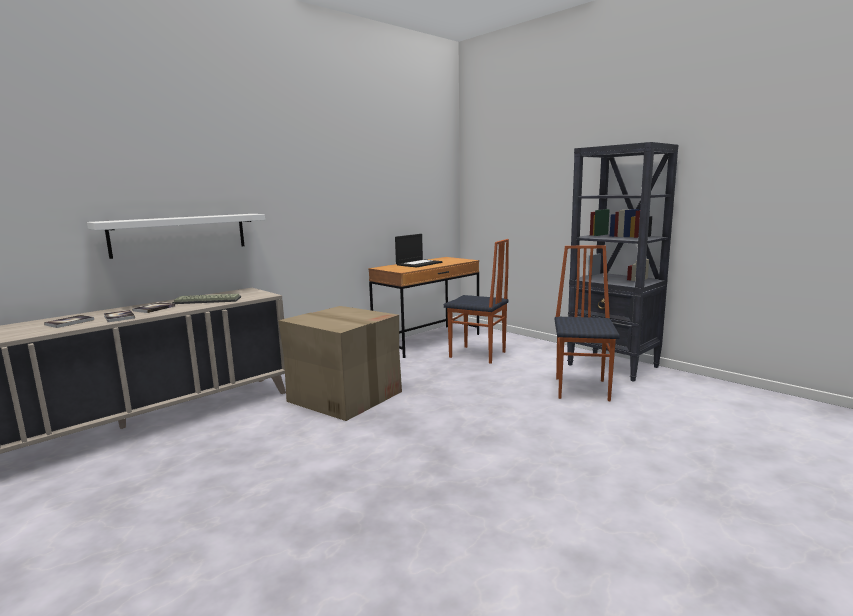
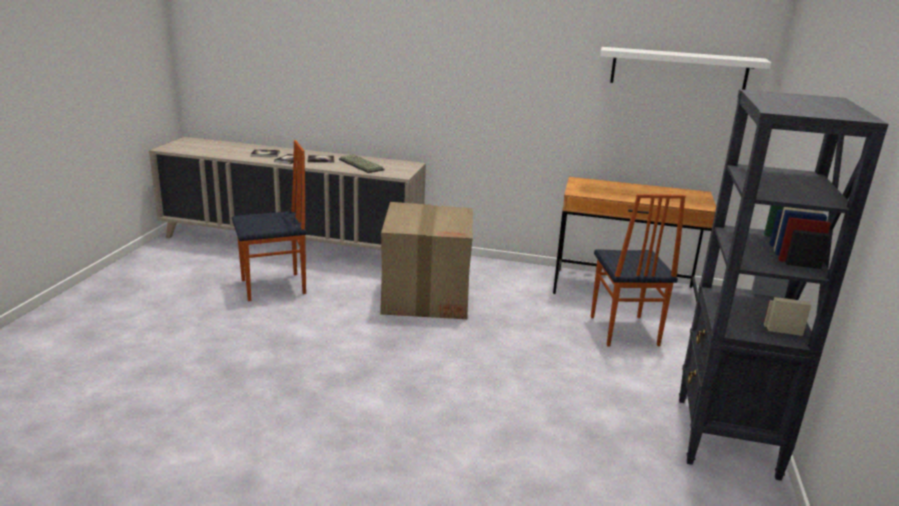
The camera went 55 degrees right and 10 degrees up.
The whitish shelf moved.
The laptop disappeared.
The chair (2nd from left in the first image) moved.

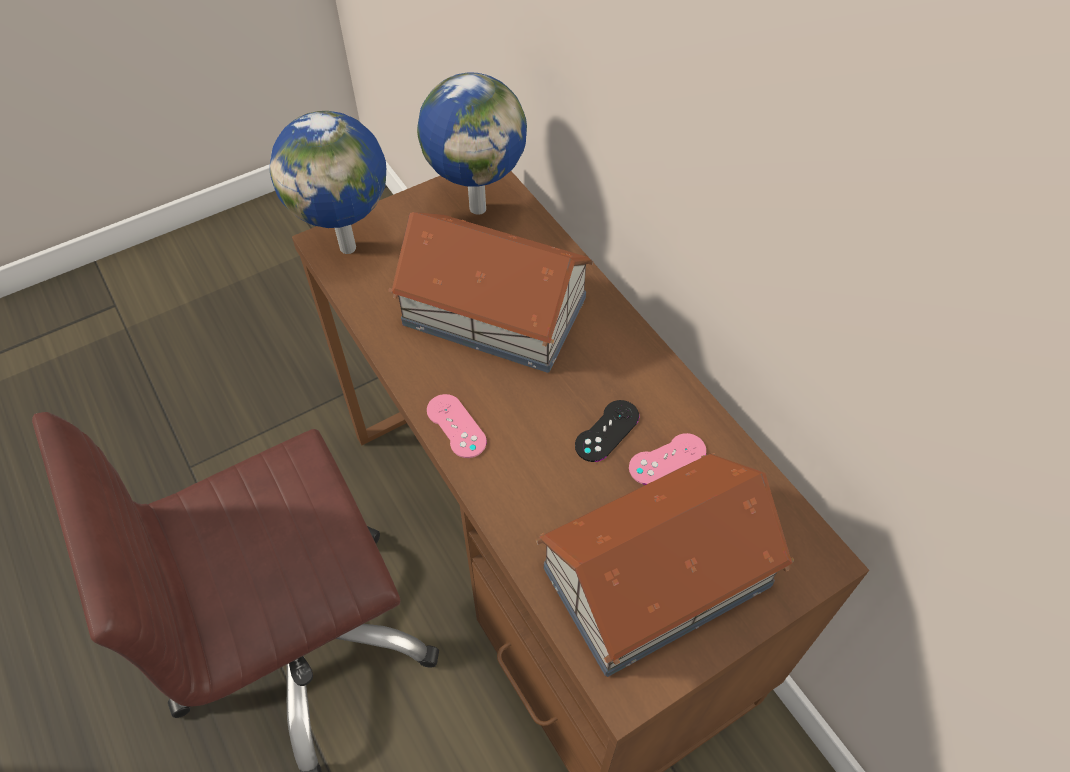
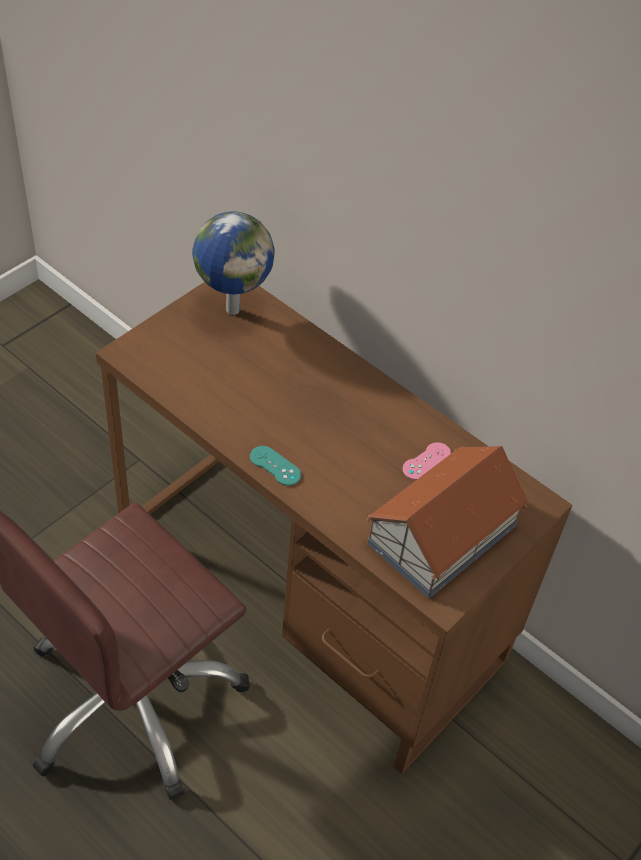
The camera went 20 degrees left and 5 degrees down.
The desk globe (1st from left) disappeared.
The model house (1st from left) disappeared.
The pink-coloured game controller (1st from left) became the turquoise game controller.
The black-coloured game controller disappeared.

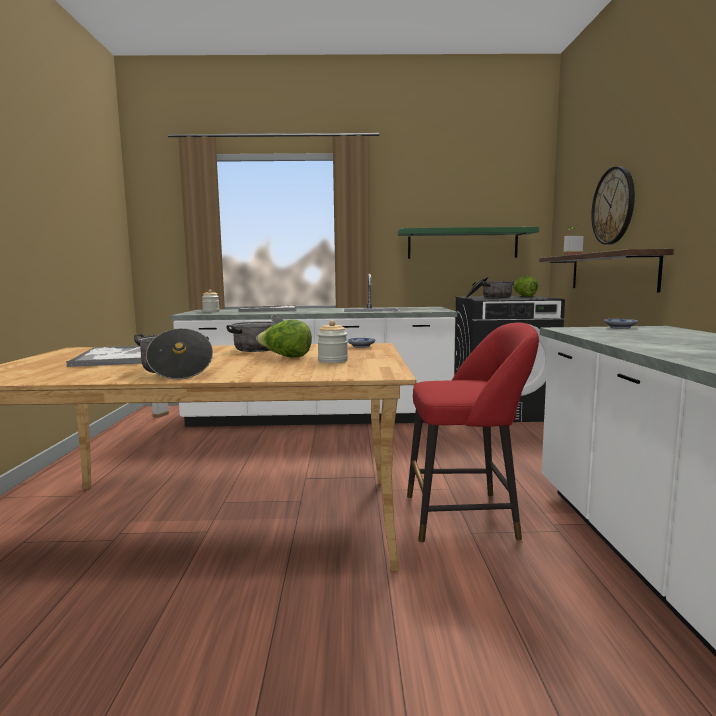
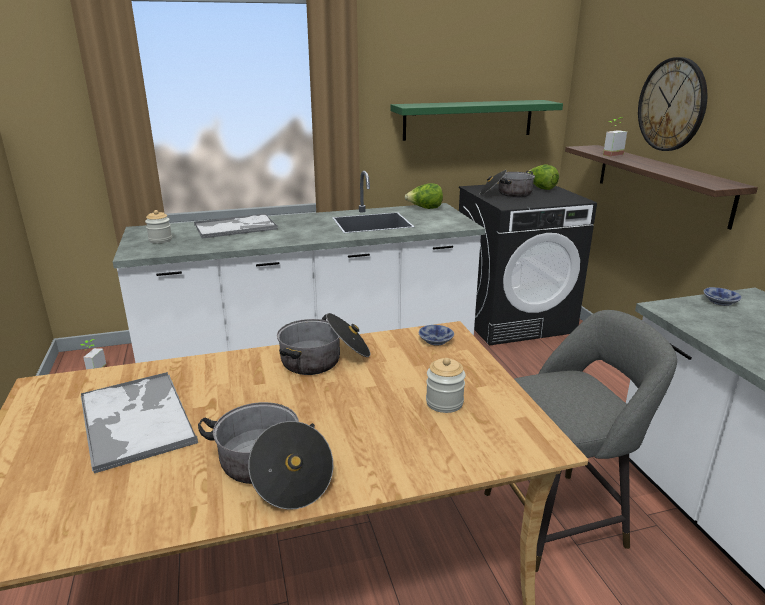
The camera went 15 degrees left and 15 degrees up.
The lettuce head (1st from left) moved.
The red stool became the grey stool.

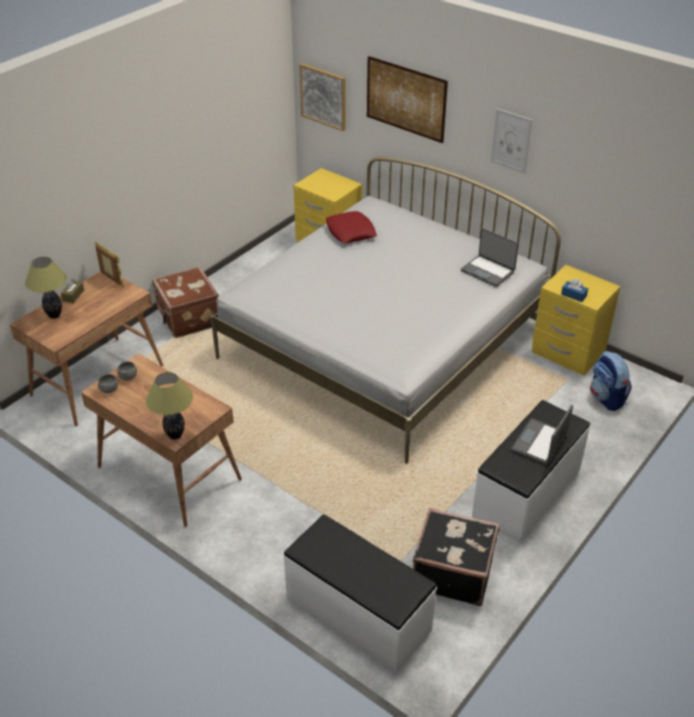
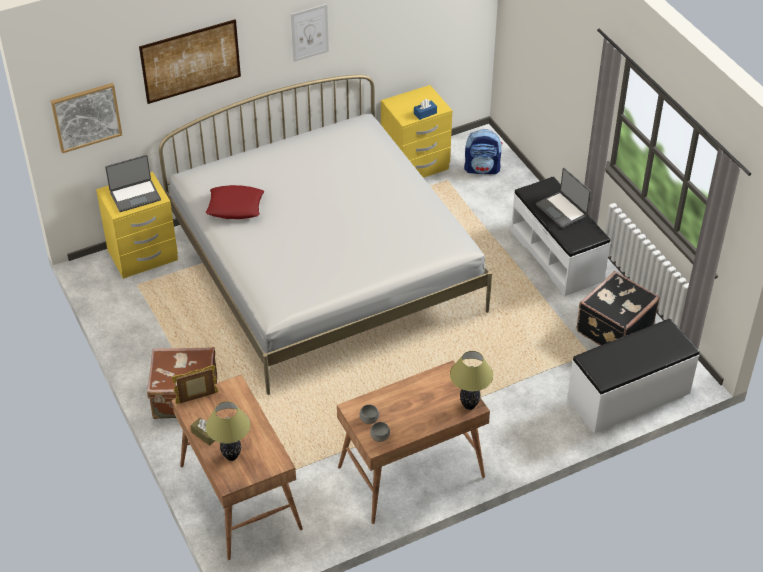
The camera went 65 degrees left and 5 degrees up.
The laptop (1st from left) moved.

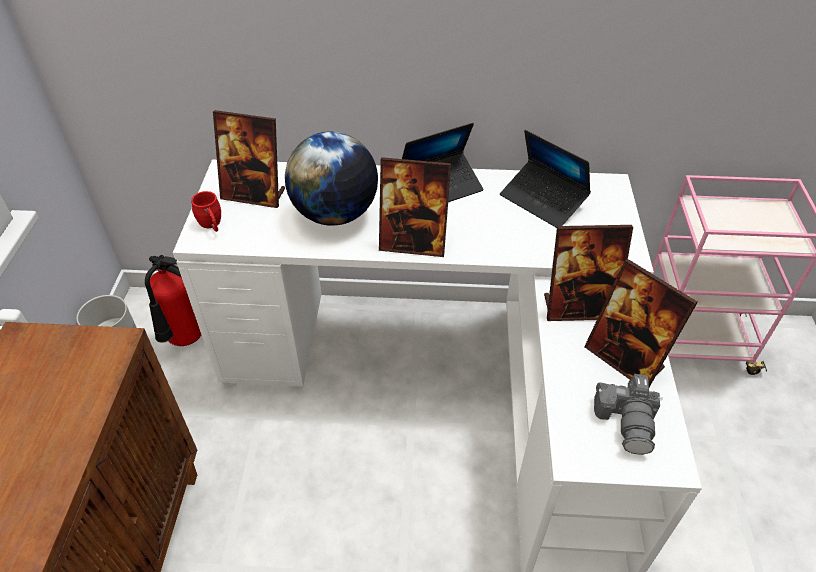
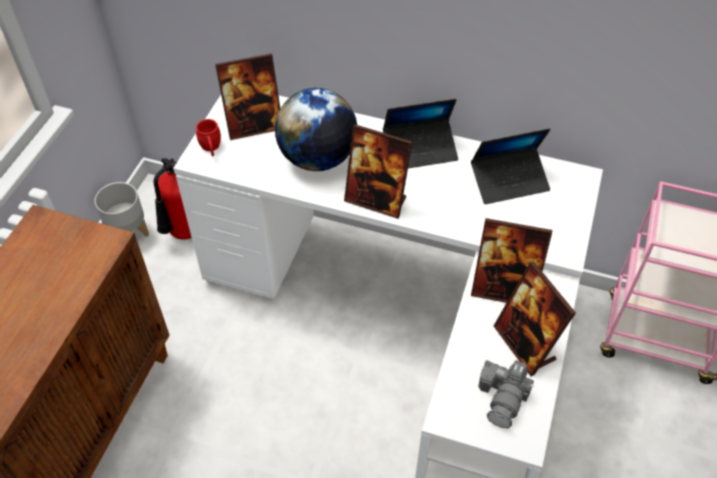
The camera went 15 degrees right and 5 degrees up.
The photo frame (1st from left) turned 45 degrees counterclockwise.
The laptop (2nd from left) turned 75 degrees counterclockwise.

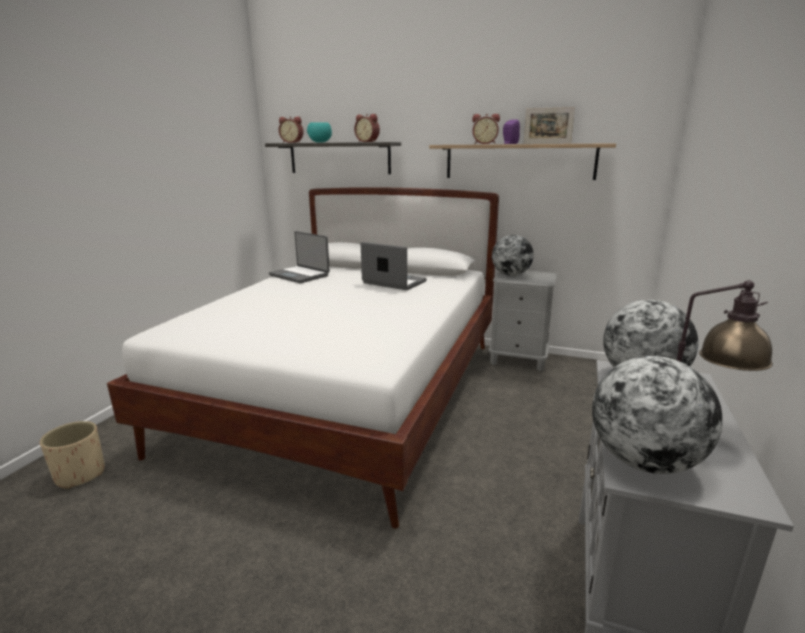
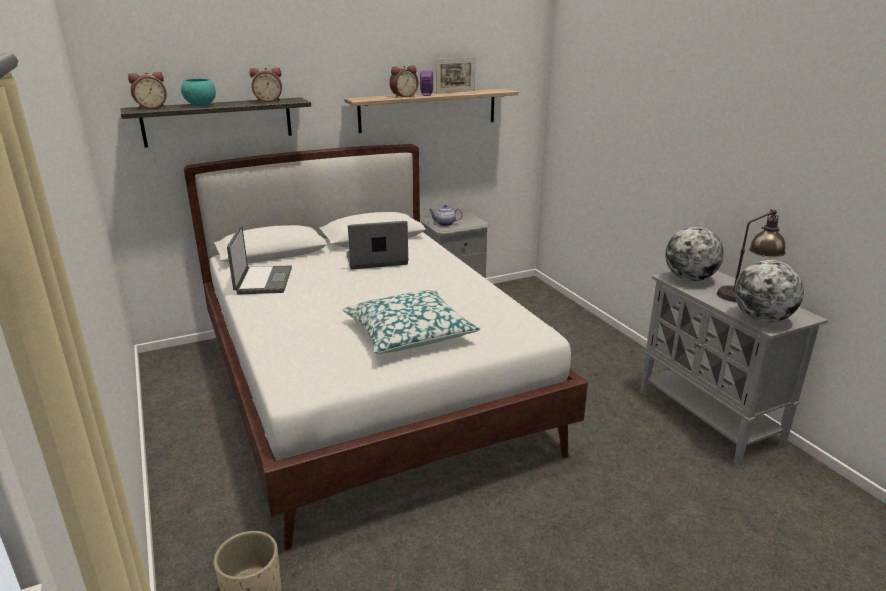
The camera went 45 degrees left and 5 degrees up.
The laptop (1st from left) turned 90 degrees counterclockwise.
The desk globe (1st from left) was replaced by the teapot.
The throw pillow appeared.

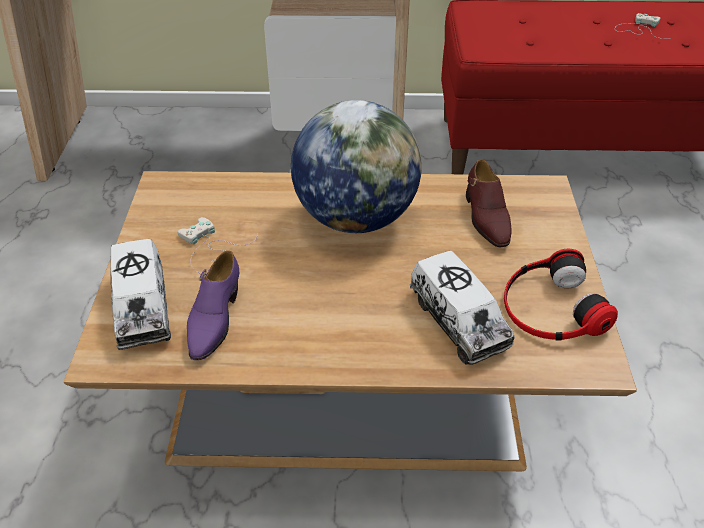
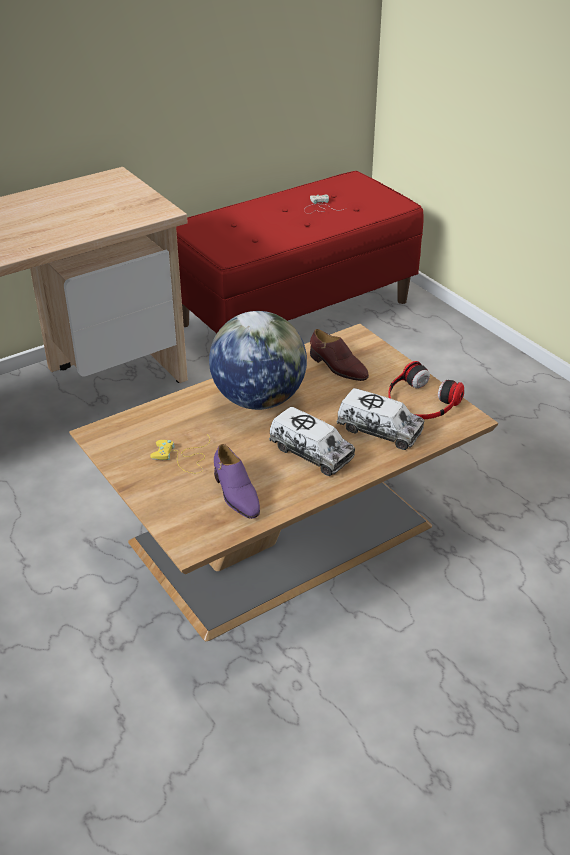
The camera went 35 degrees left and 5 degrees down.
The whitish game controller (1st from left) became the yellow-coloured game controller.
The toy lorry (1st from left) moved.

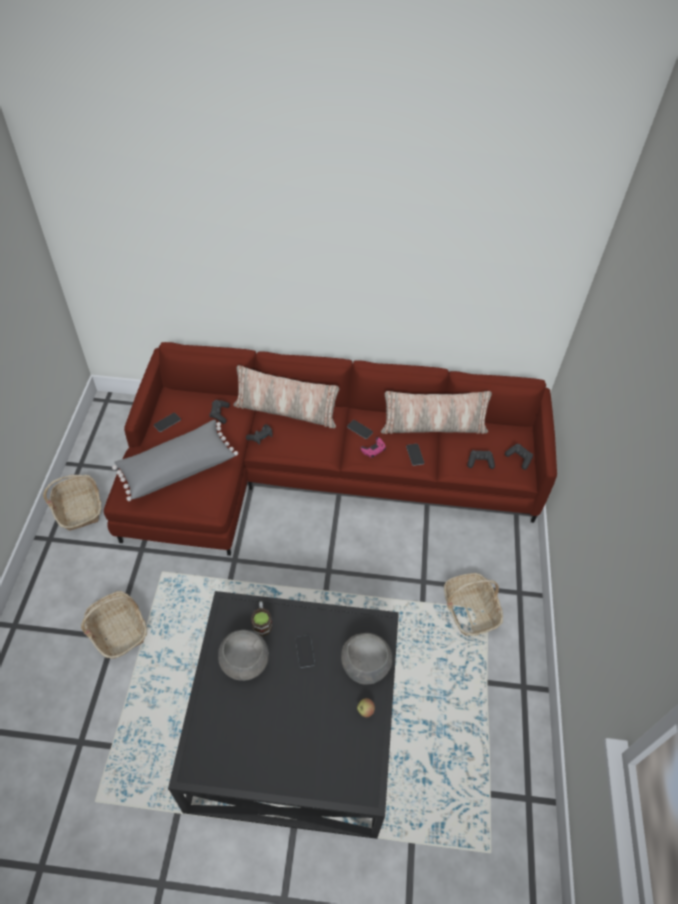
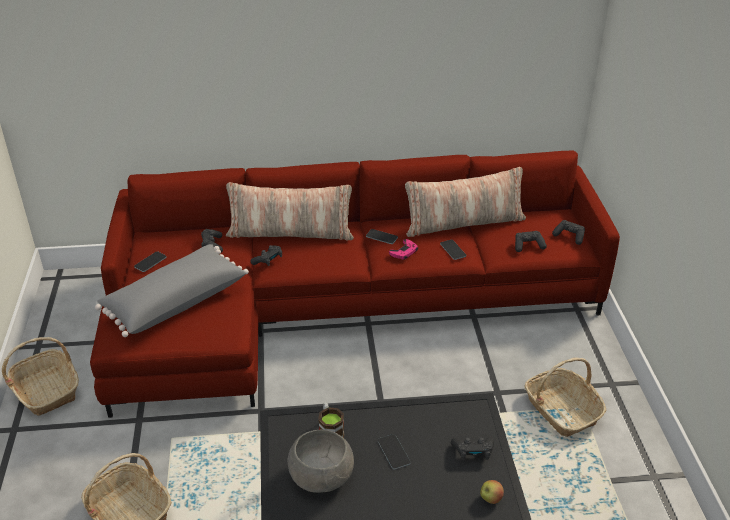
The camera went 10 degrees left and 15 degrees down.
The grey serving bowl (2nd from left) was replaced by the black-coloured game controller (3rd from left).

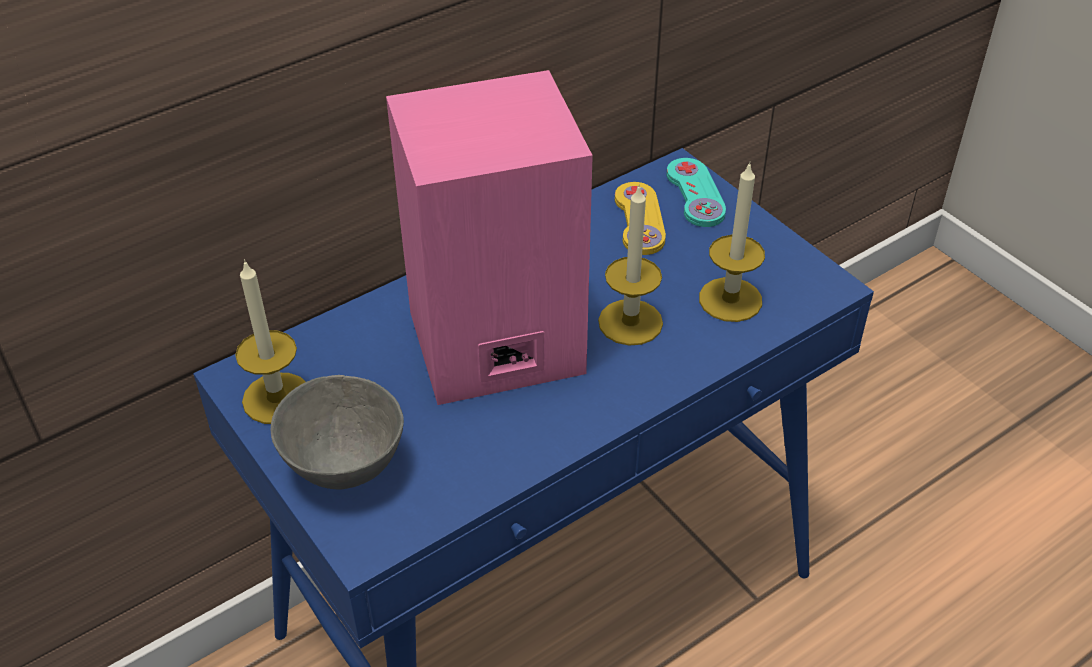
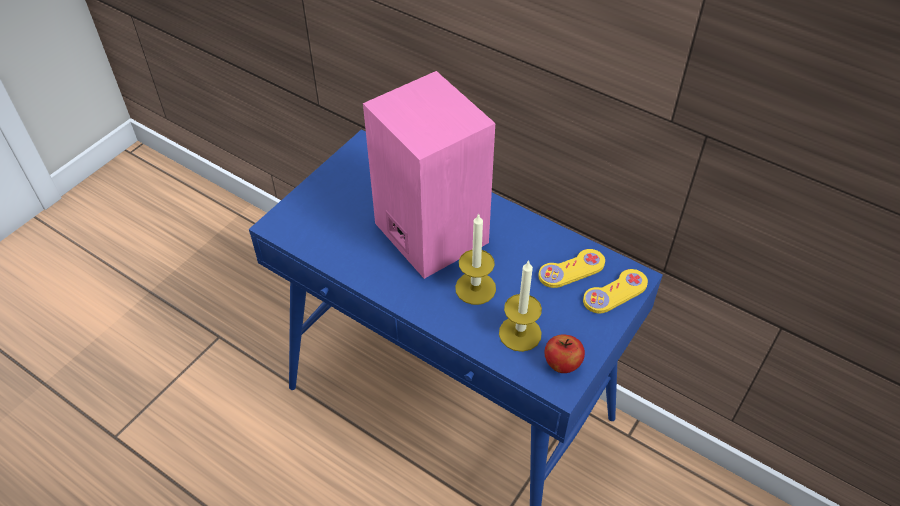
The camera went 70 degrees right and 5 degrees up.
The turquoise game controller became the yellow-coloured game controller (2nd from left).
The candle (1st from left) disappeared.
The grey serving bowl disappeared.
The apple appeared.

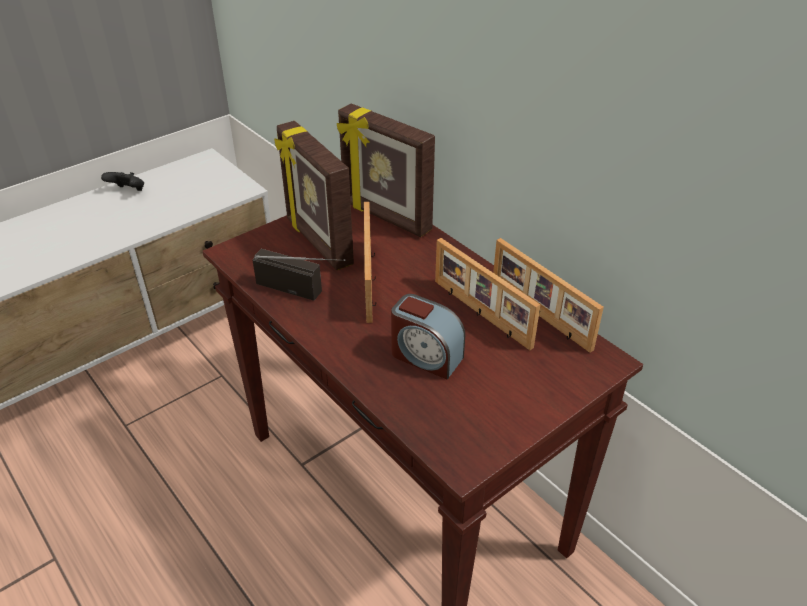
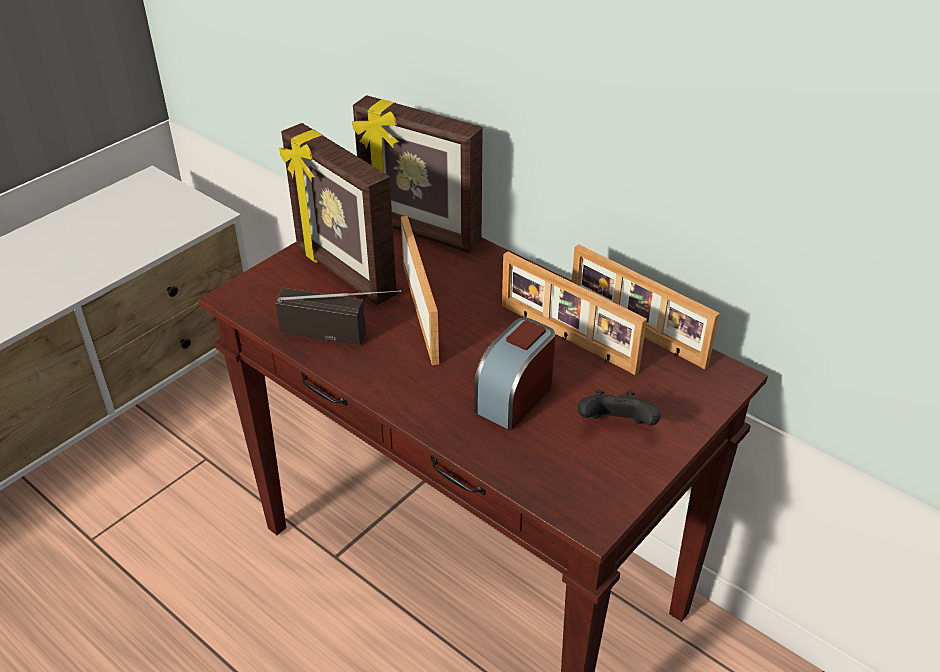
The camera went 10 degrees left and 0 degrees up.
The black-coloured game controller moved.
The table clock turned 105 degrees clockwise.

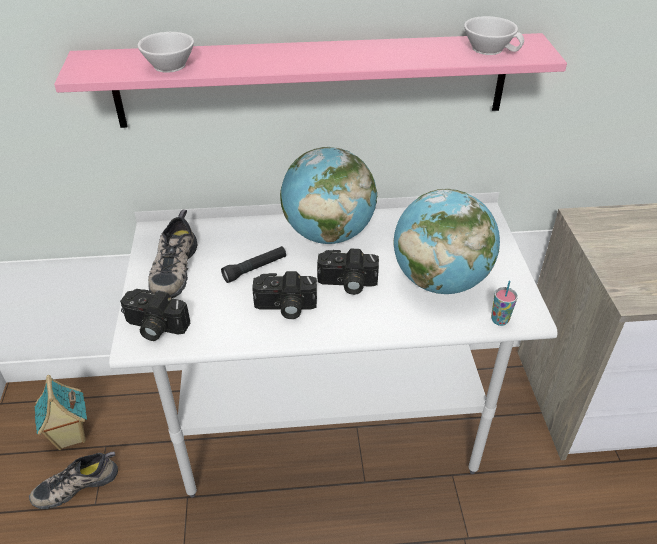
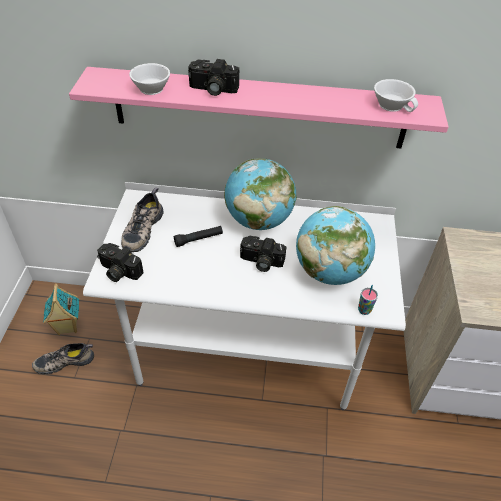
The camera went 10 degrees right and 5 degrees up.
The photo camera (2nd from left) moved.

